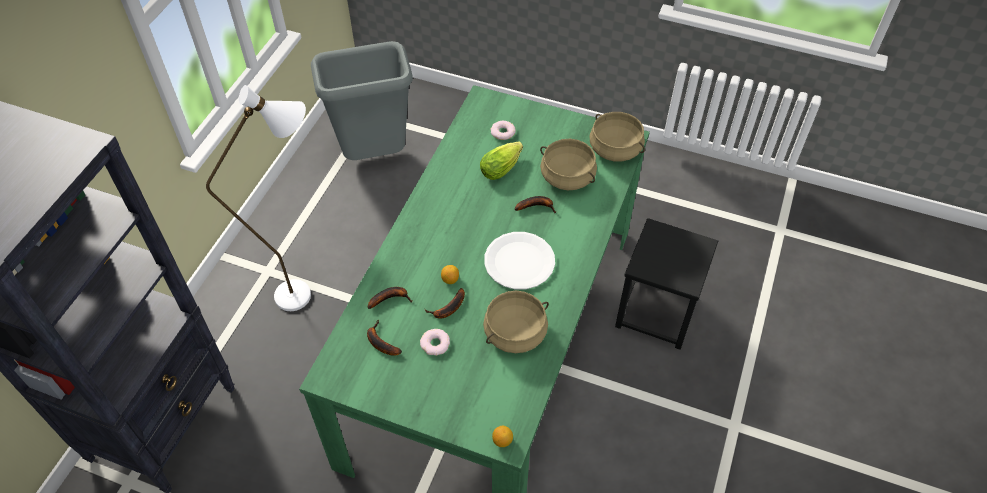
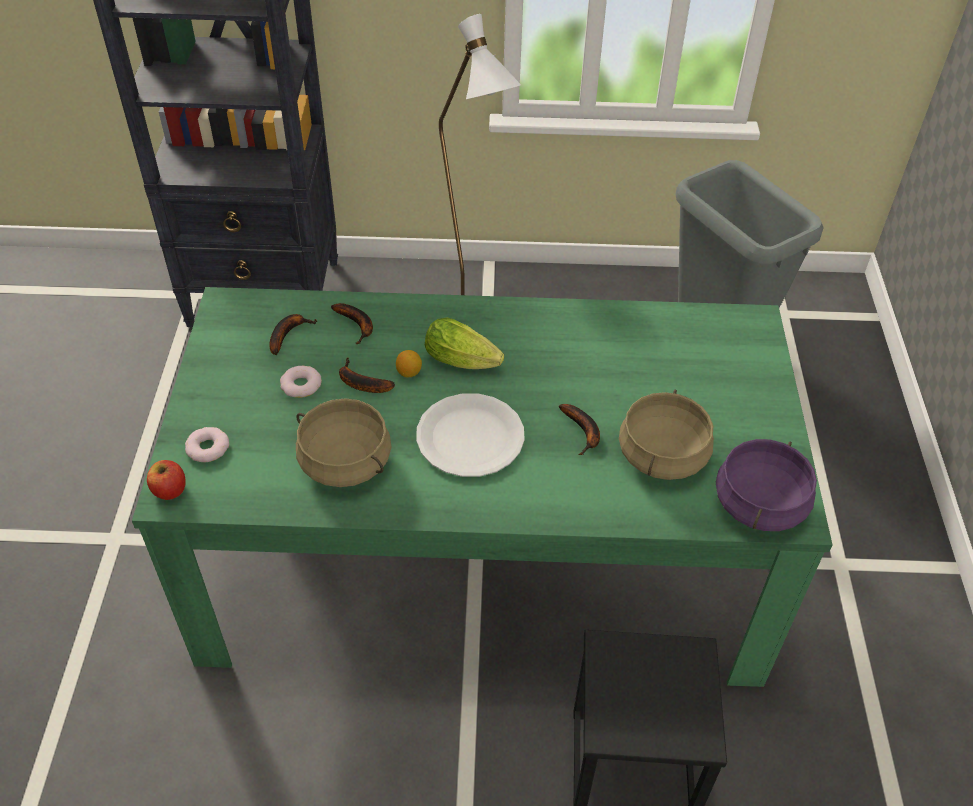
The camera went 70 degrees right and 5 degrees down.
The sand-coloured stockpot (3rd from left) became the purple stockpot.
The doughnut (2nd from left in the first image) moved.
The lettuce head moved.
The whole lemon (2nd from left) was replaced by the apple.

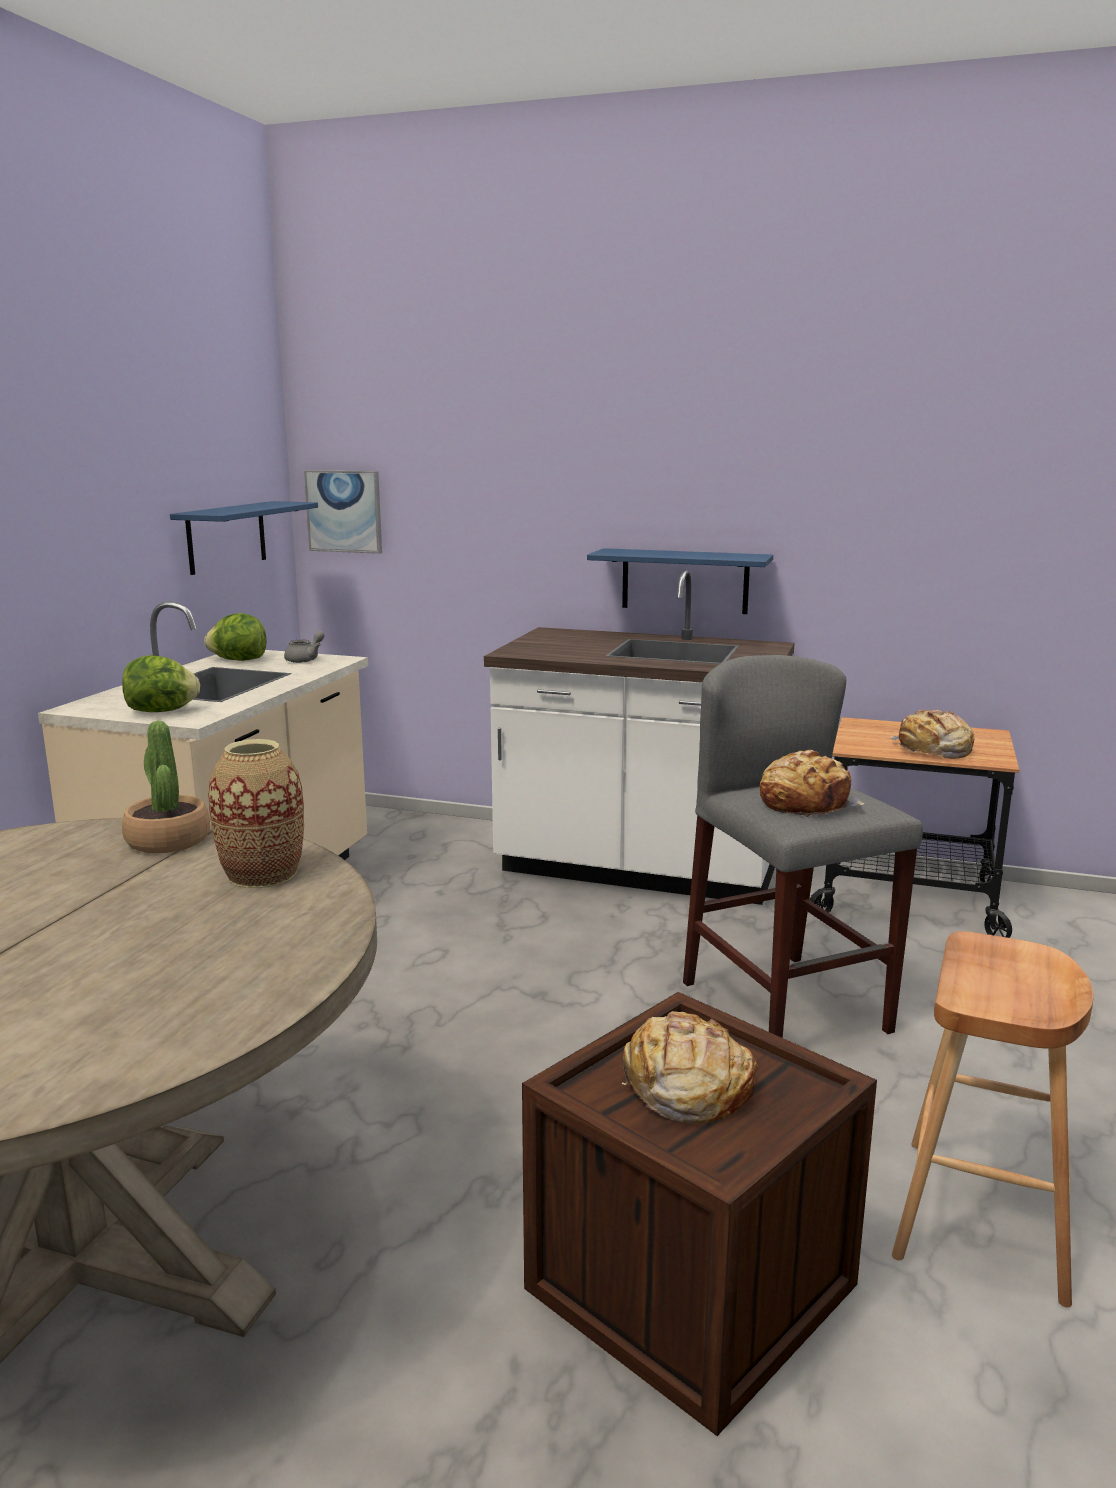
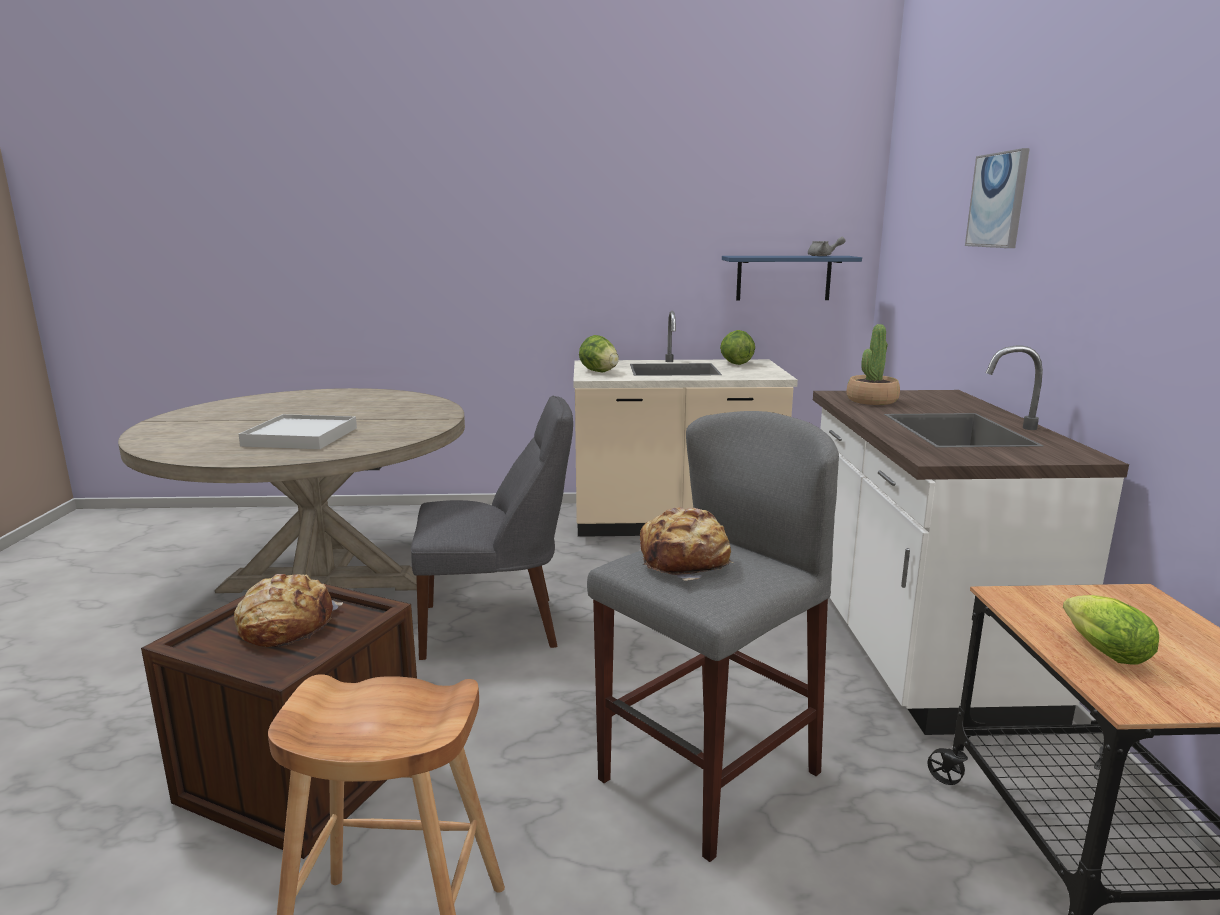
The camera went 70 degrees right and 0 degrees up.
The picture moved.
The blue shelf (2nd from left) disappeared.
The grey teapot moved.
The bread (3rd from left) was replaced by the lettuce head (3rd from left).
The potted plant moved.
The decorative vase disappeared.
The grey chair appeared.
The whitish tray appeared.

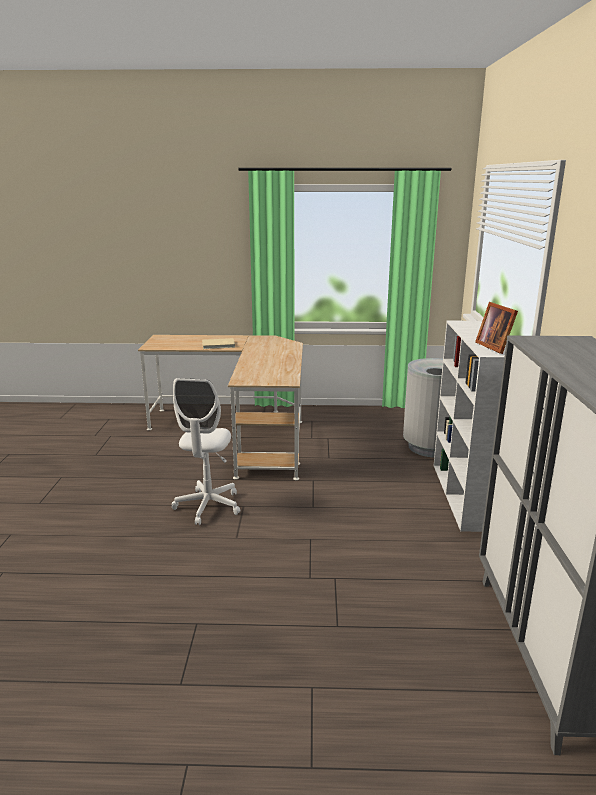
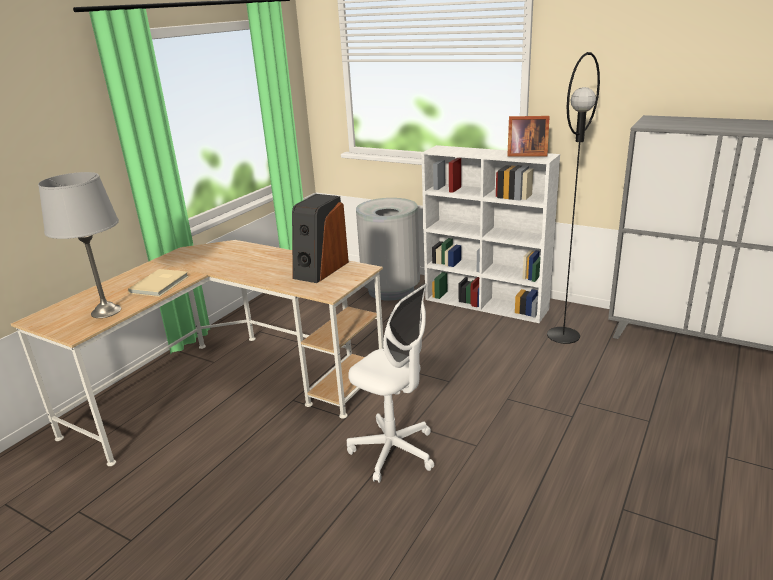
The camera went 60 degrees left and 5 degrees up.
The black-coloured floor lamp appeared.
The grey tabletop lamp appeared.
The loudspeaker appeared.

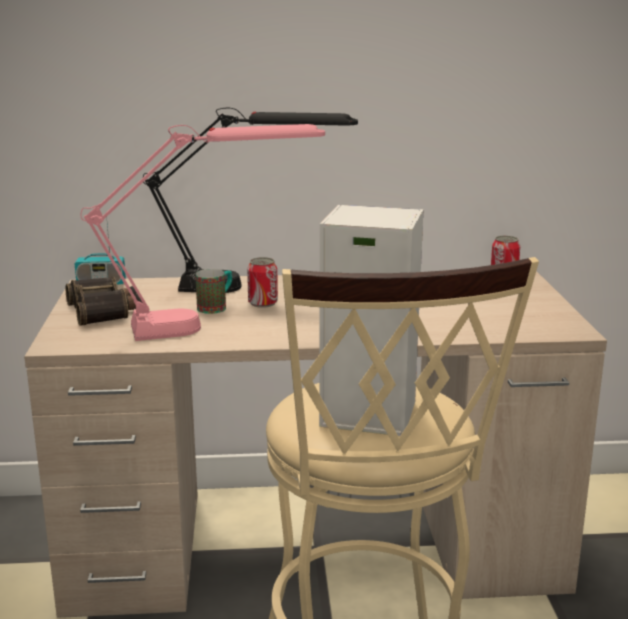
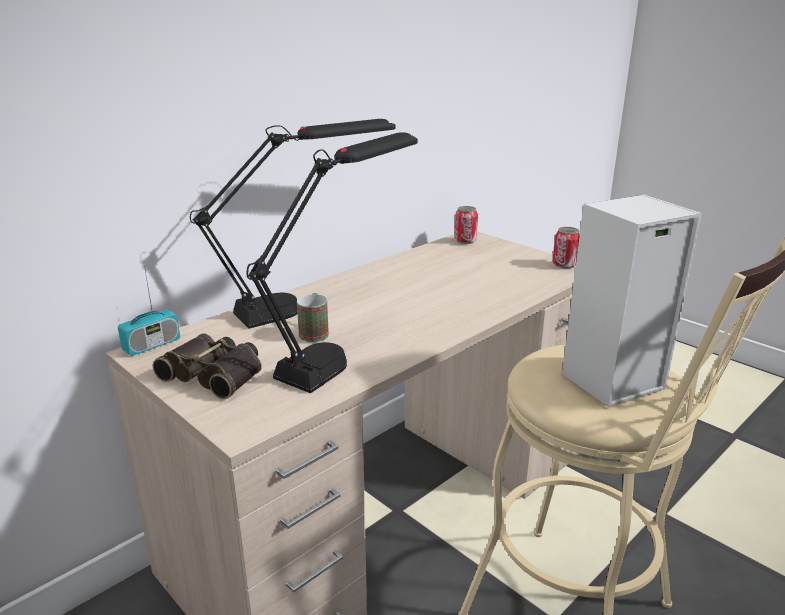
The camera went 40 degrees left and 5 degrees up.
The pink-coloured tabletop lamp became the black-coloured tabletop lamp (2nd from left).
The sealed can (1st from left in the first image) moved.

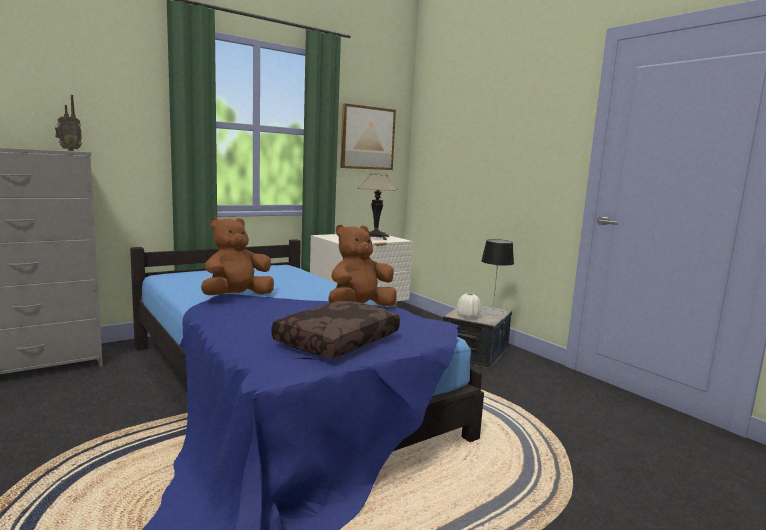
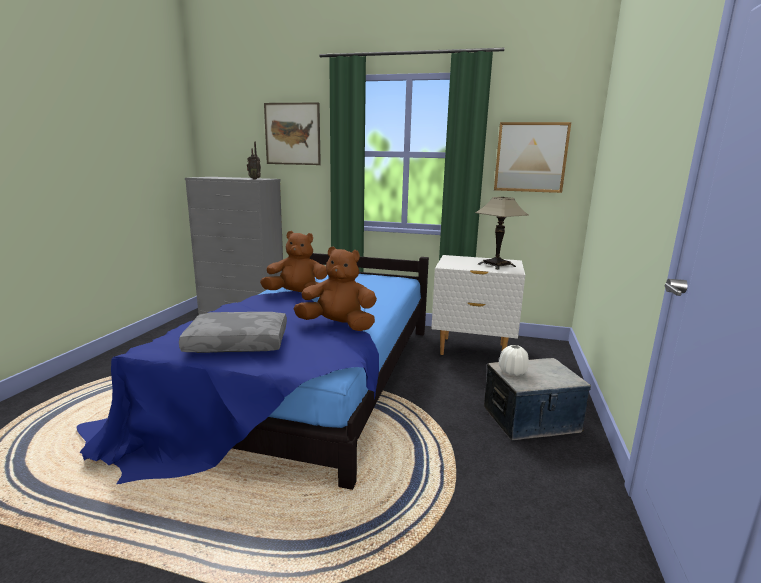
The camera went 50 degrees right and 5 degrees up.
The tabletop lamp (2nd from left) disappeared.
The brown-coloured throw pillow became the grey throw pillow.
The picture (1st from left) appeared.

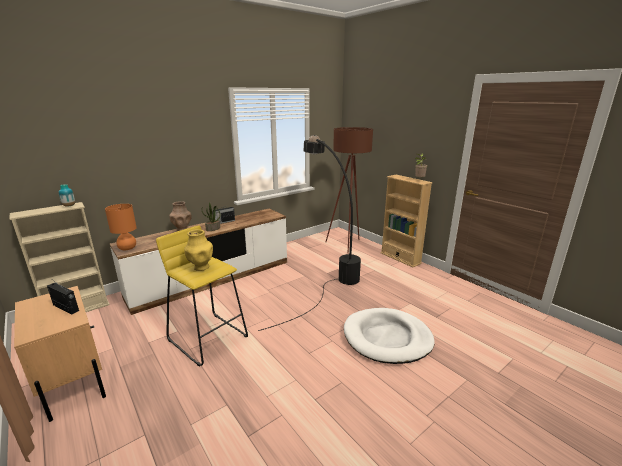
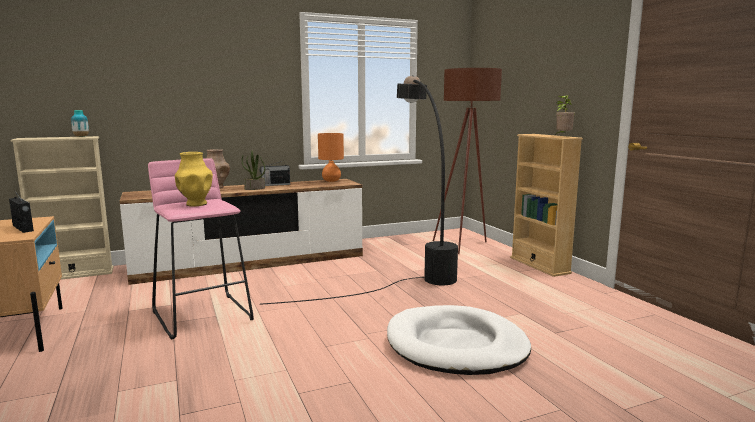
The camera went 15 degrees right and 10 degrees down.
The orangey tabletop lamp moved.
The yellow-coloured stool became the pink-coloured stool.

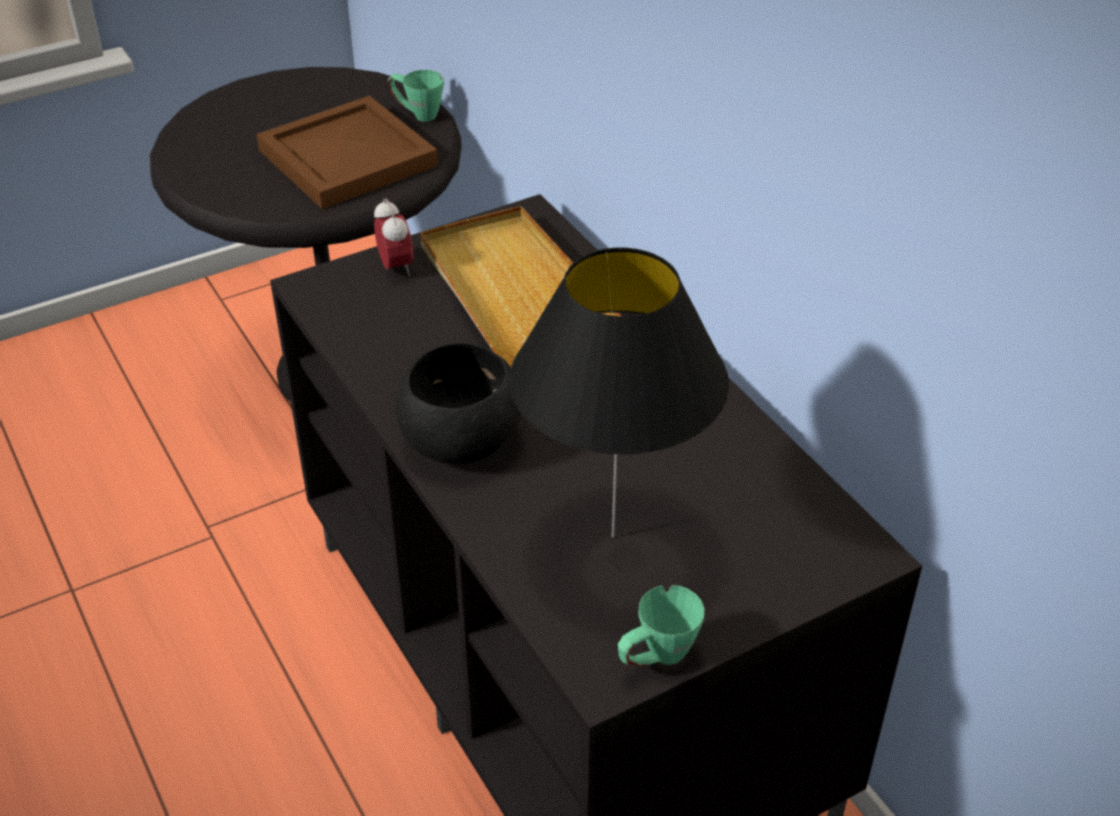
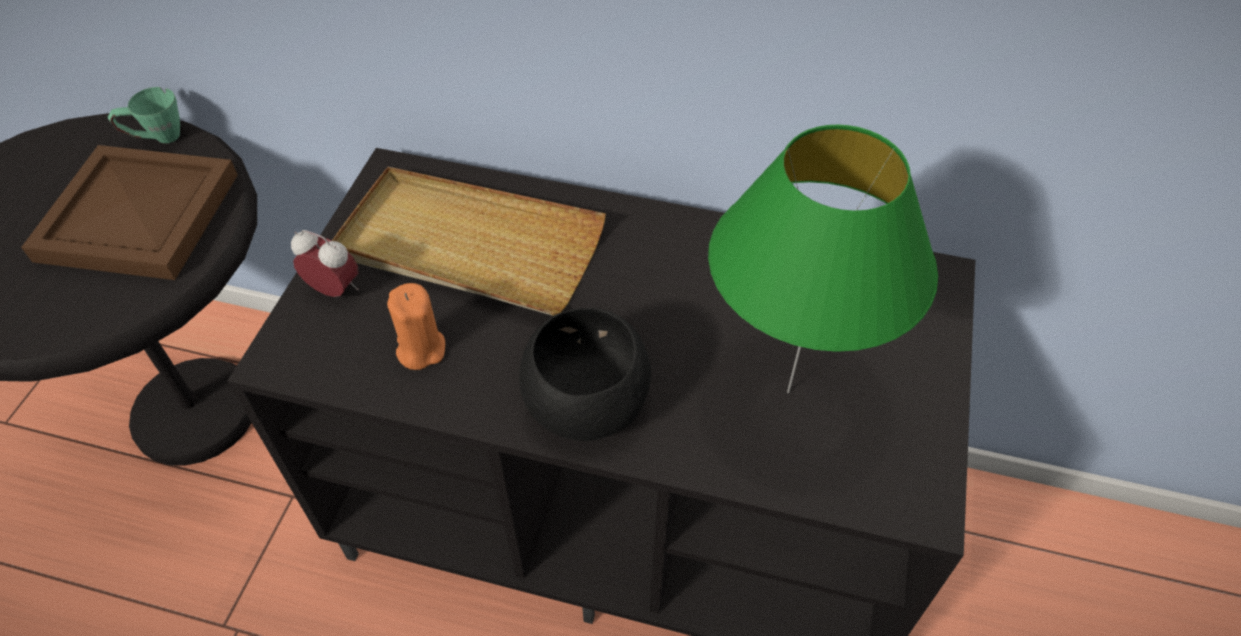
The camera went 45 degrees left and 10 degrees up.
The black-coloured tabletop lamp became the green-coloured tabletop lamp.
The green-coloured tea mug (2nd from left) disappeared.
The orangey candle appeared.

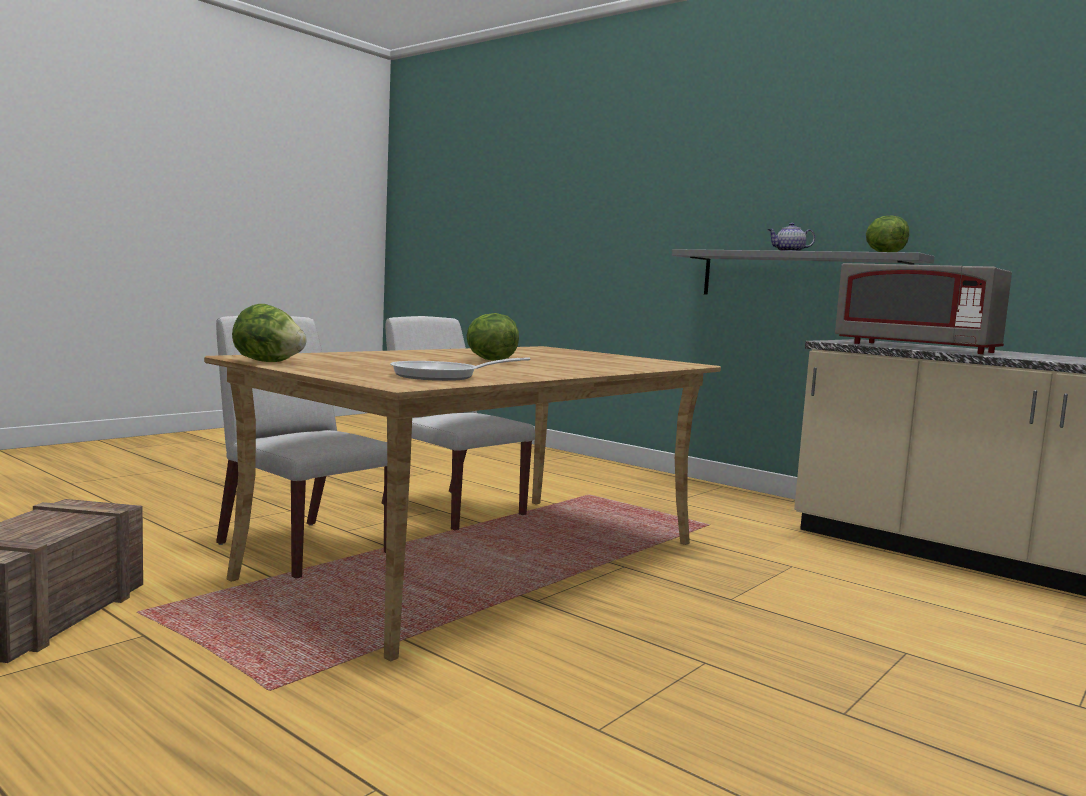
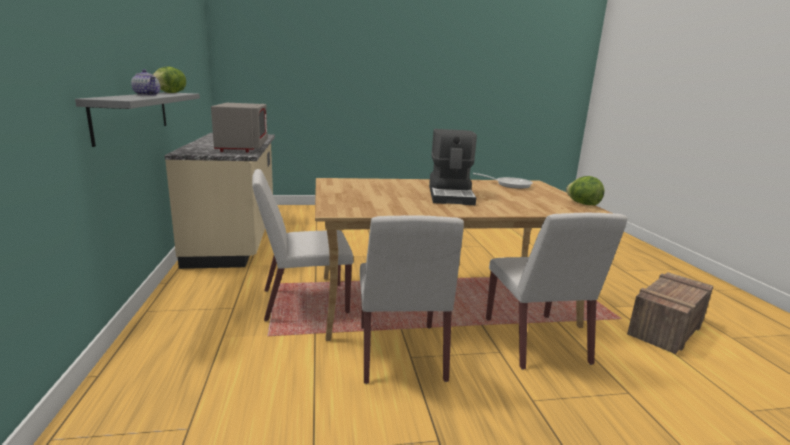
The camera went 140 degrees left and 10 degrees up.
The lettuce head (2nd from left) was replaced by the coffee maker.
The whitish chair (1st from left) appeared.

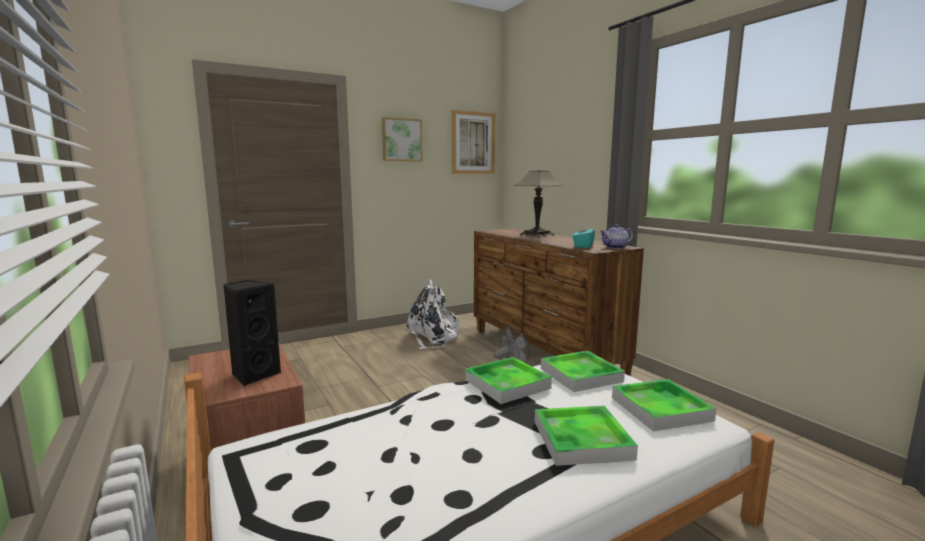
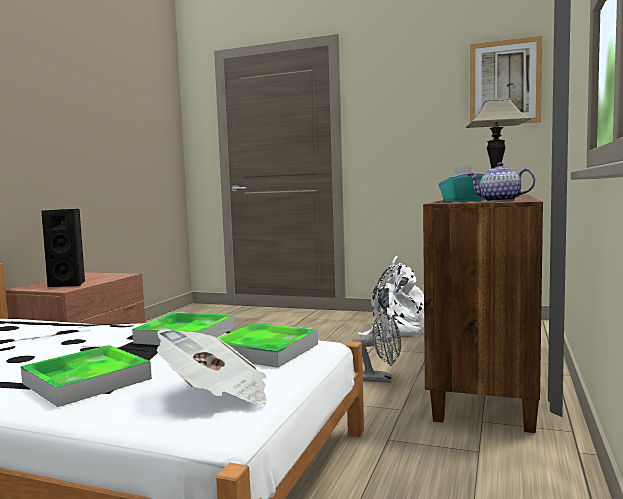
The camera went 50 degrees right and 5 degrees down.
The picture (1st from left) disappeared.
The tray (4th from left) was replaced by the daily paper.

